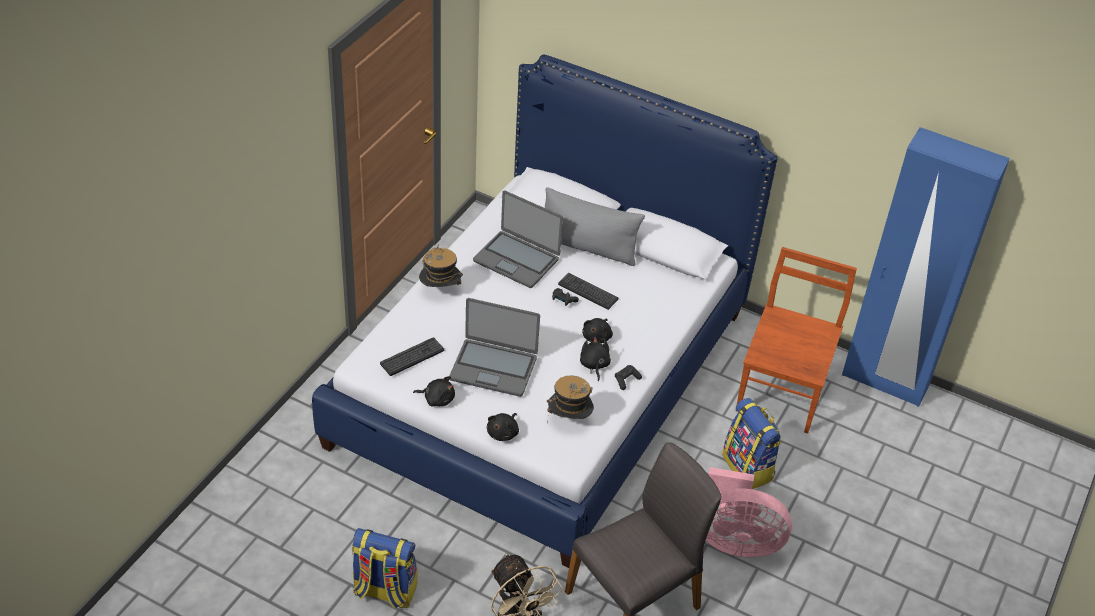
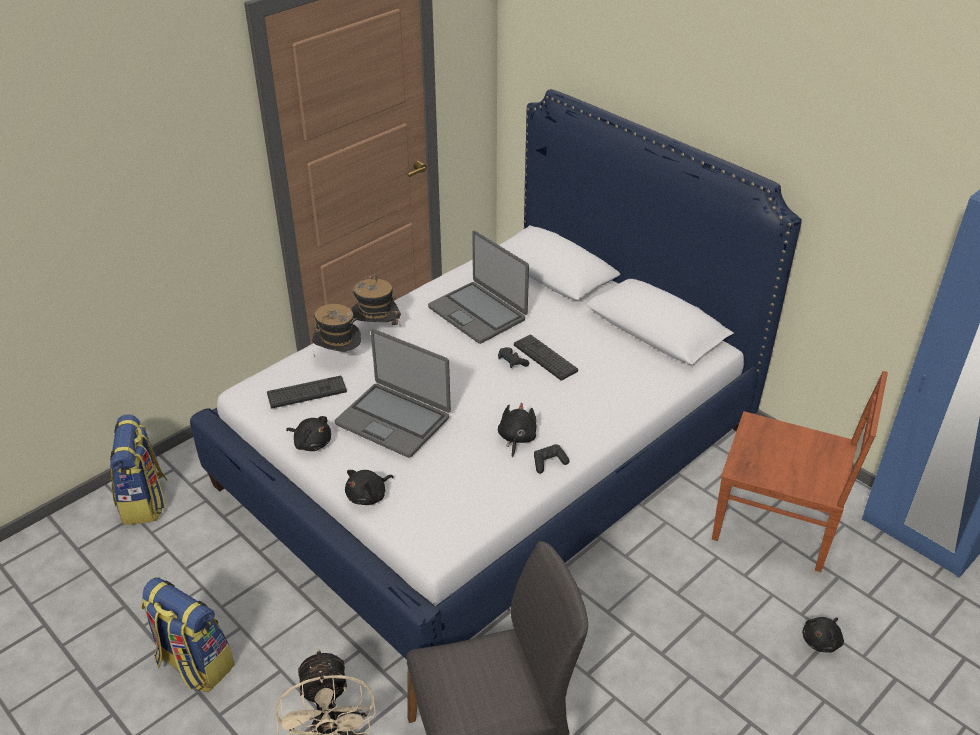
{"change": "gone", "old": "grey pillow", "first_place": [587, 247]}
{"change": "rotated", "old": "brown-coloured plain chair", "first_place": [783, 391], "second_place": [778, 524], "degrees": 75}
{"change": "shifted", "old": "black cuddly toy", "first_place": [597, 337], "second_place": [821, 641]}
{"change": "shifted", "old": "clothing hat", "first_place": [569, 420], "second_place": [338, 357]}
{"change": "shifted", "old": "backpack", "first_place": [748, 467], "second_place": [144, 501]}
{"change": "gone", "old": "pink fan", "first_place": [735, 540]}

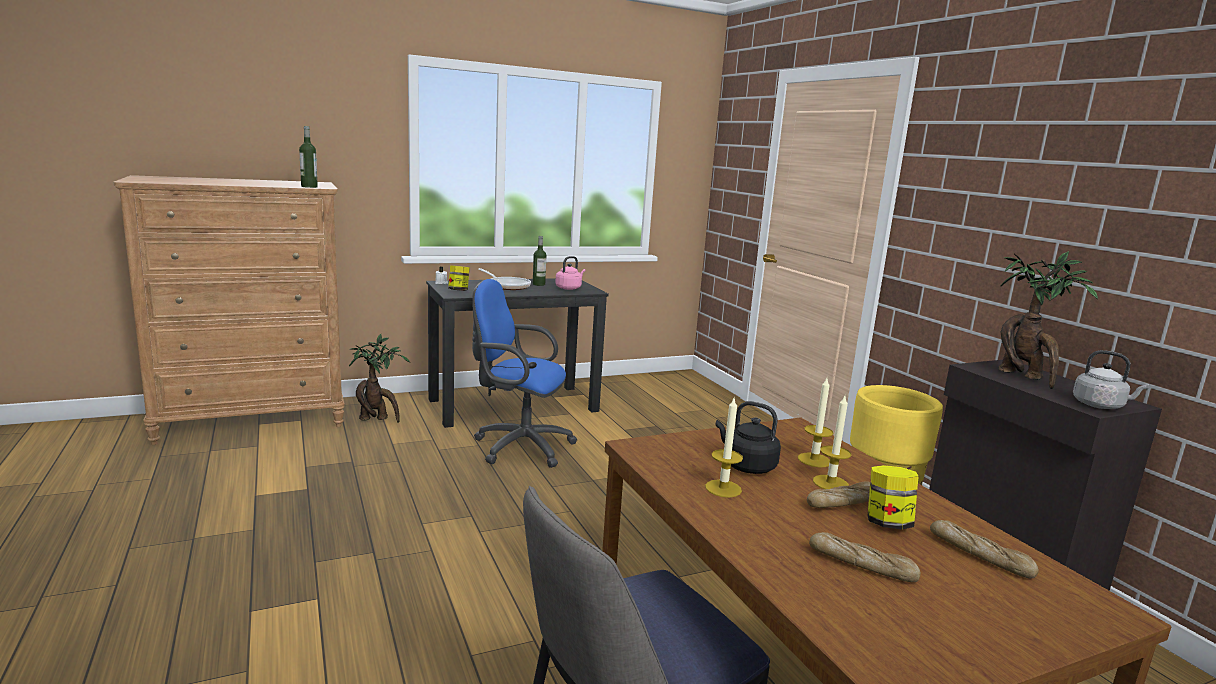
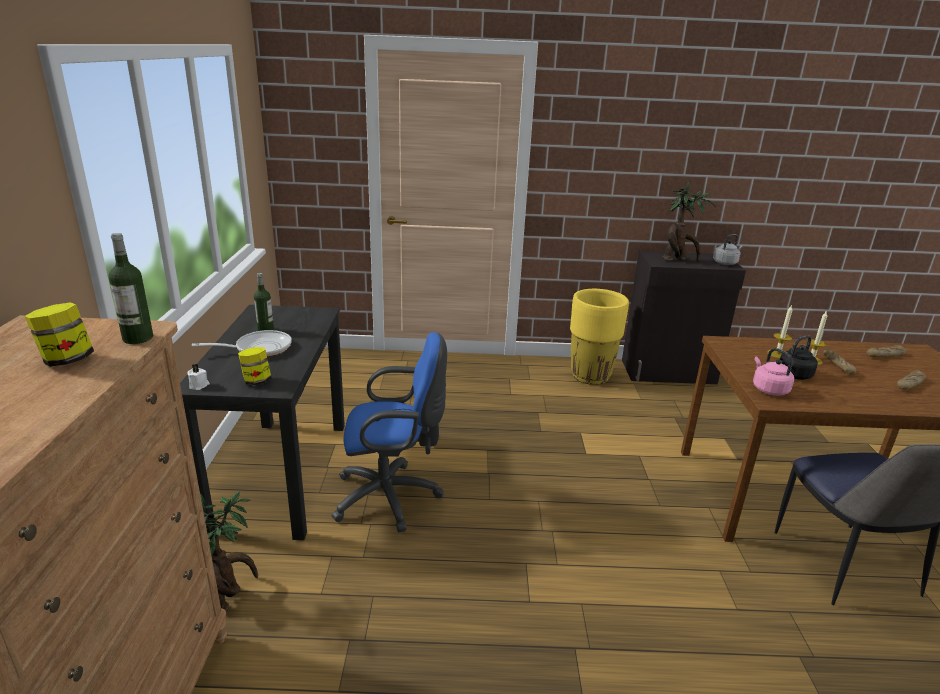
{"change": "shifted", "old": "pink kettle", "first_place": [569, 288], "second_place": [768, 389]}
{"change": "rotated", "old": "bluish computer chair", "first_place": [518, 446], "second_place": [392, 497], "degrees": -135}
{"change": "gone", "old": "candle", "first_place": [723, 488]}
{"change": "shifted", "old": "storage jar", "first_place": [887, 523], "second_place": [67, 360]}

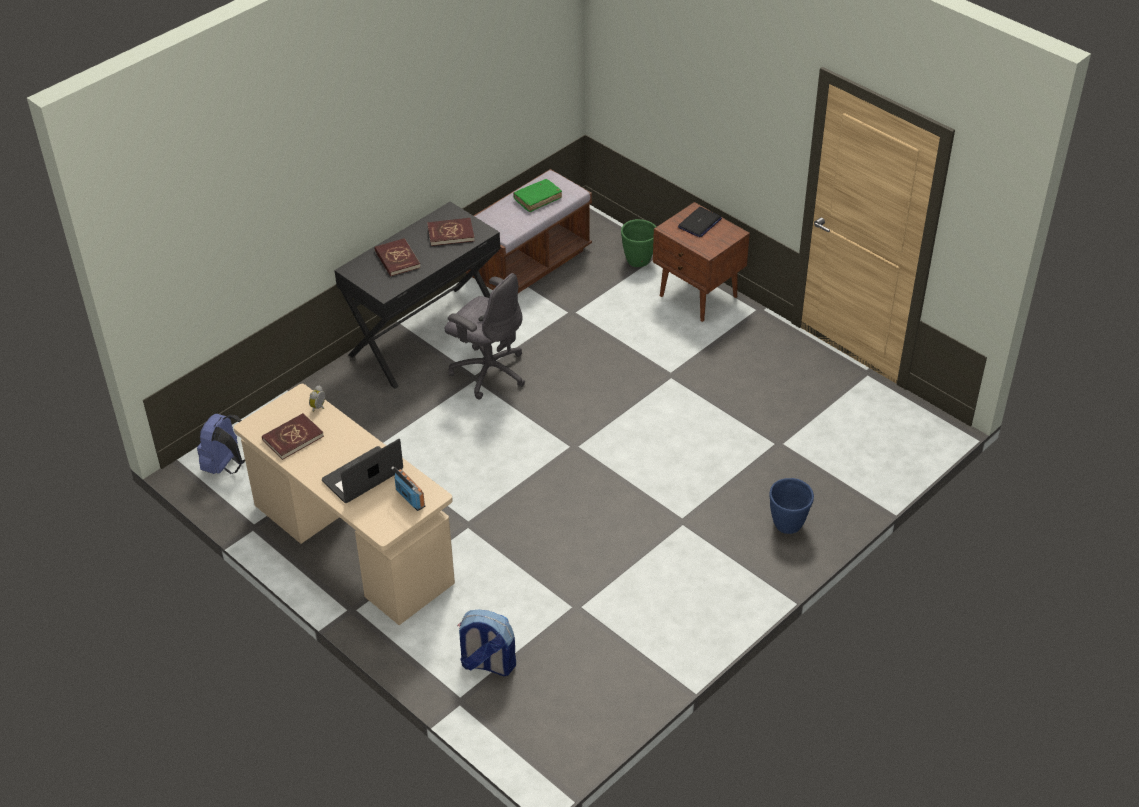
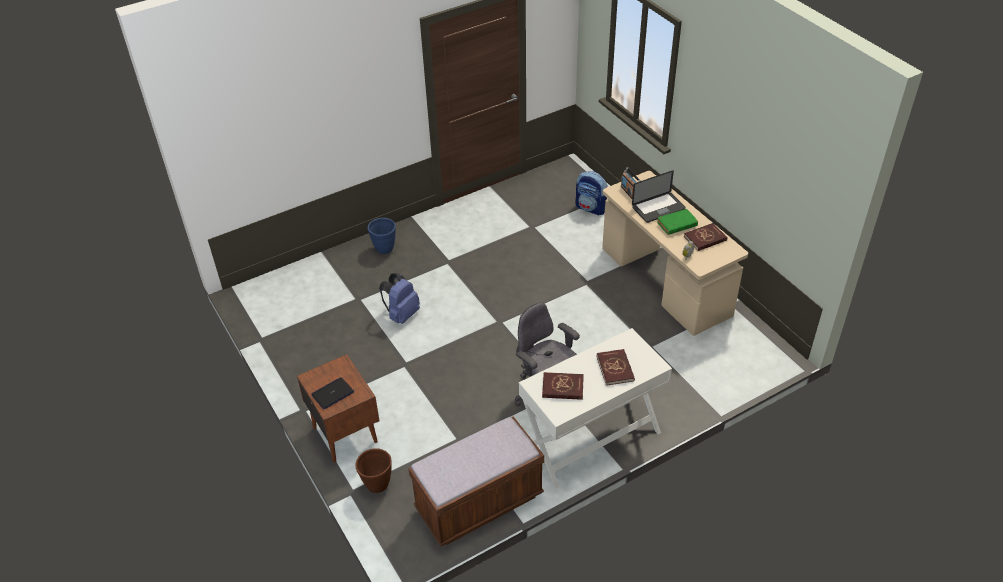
{"change": "shifted", "old": "greenish book", "first_place": [537, 199], "second_place": [677, 225]}
{"change": "repainted", "old": "black desk unit", "new": "white desk unit", "first_place": [425, 336], "second_place": [591, 439]}
{"change": "repainted", "old": "greenish plant pot", "new": "brown-coloured plant pot", "first_place": [638, 261], "second_place": [377, 485]}
{"change": "shifted", "old": "bluish backpack", "first_place": [226, 466], "second_place": [401, 314]}

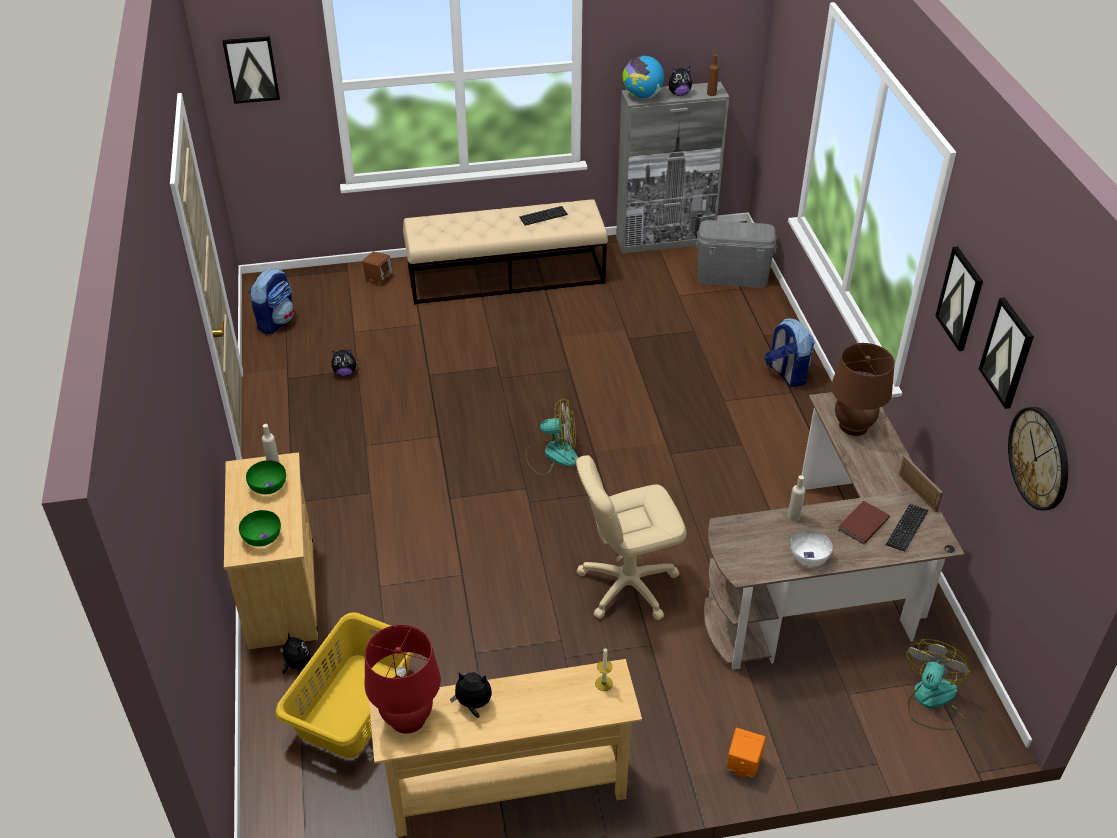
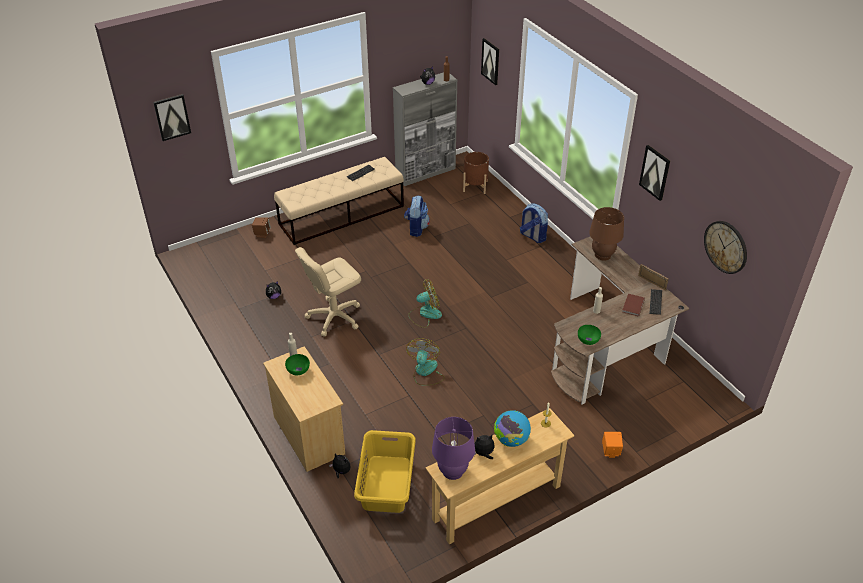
{"change": "shifted", "old": "globe", "first_place": [642, 96], "second_place": [511, 440]}
{"change": "swapped", "old": "grey storage box", "new": "brown-coloured plant pot", "first_place": [732, 276], "second_place": [475, 186]}
{"change": "shifted", "old": "backpack", "first_place": [276, 321], "second_place": [416, 228]}
{"change": "shifted", "old": "picture", "first_place": [1007, 353], "second_place": [490, 61]}
{"change": "shifted", "old": "beige-coloured computer chair", "first_place": [627, 585], "second_place": [334, 317]}
{"change": "shifted", "old": "greenish bowl", "first_place": [261, 537], "second_place": [588, 340]}
{"change": "gone", "old": "white bowl", "first_place": [808, 557]}
{"change": "repainted", "old": "red-coloured lamp for a table", "new": "purple-coloured lamp for a table", "first_place": [407, 718], "second_place": [452, 471]}
{"change": "shifted", "old": "fan", "first_place": [931, 701], "second_place": [425, 372]}

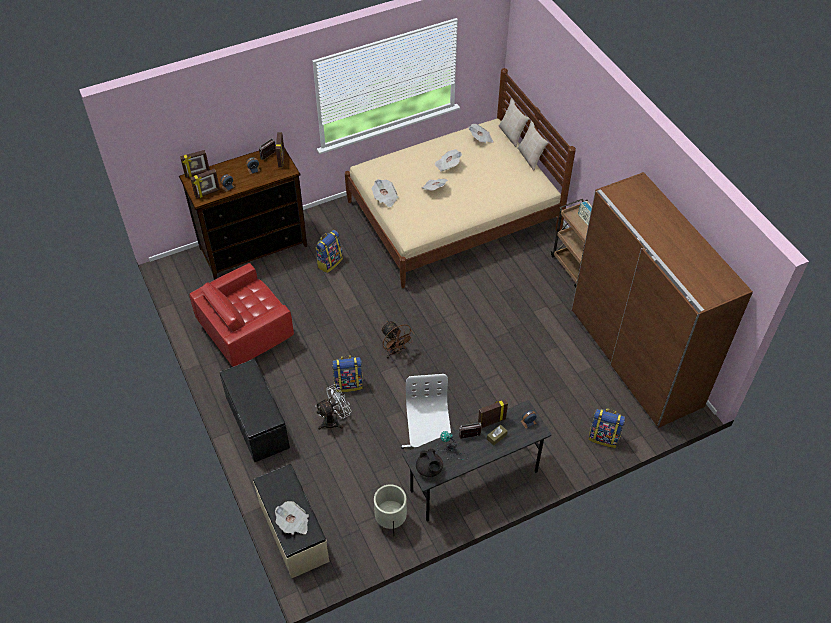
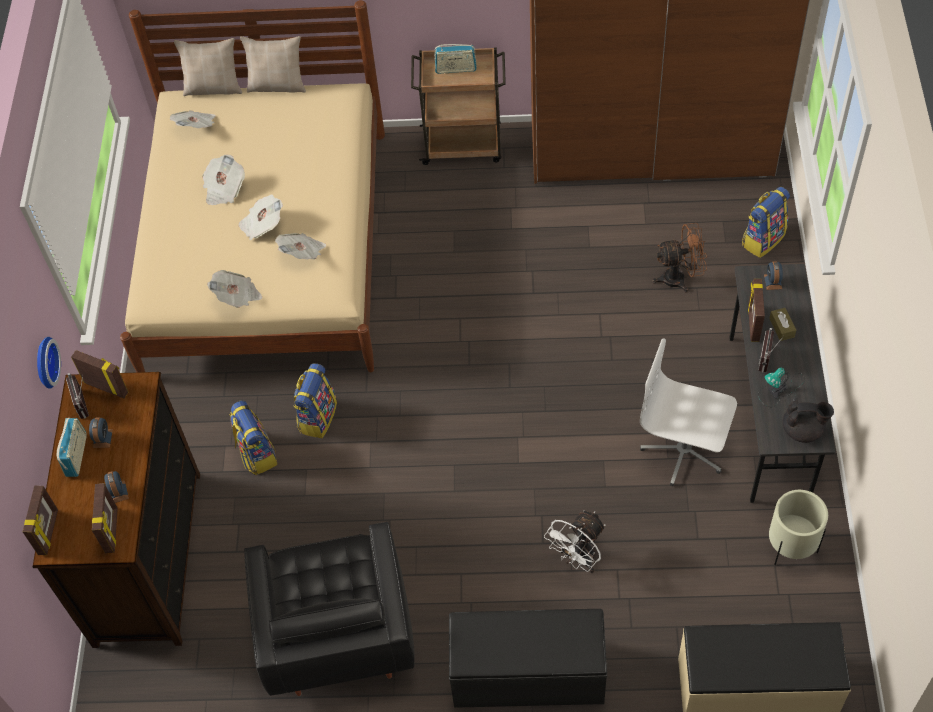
{"change": "repainted", "old": "red-coloured easy chair", "new": "black easy chair", "first_place": [247, 333], "second_place": [335, 630]}
{"change": "shifted", "old": "brown-coloured fan", "first_place": [395, 351], "second_place": [679, 278]}
{"change": "shifted", "old": "backpack", "first_place": [348, 384], "second_place": [317, 417]}
{"change": "rotated", "old": "white fan", "first_place": [334, 420], "second_place": [578, 559], "degrees": -135}
{"change": "shifted", "old": "newspaper", "first_place": [293, 523], "second_place": [303, 253]}
{"change": "new", "new": "wall clock", "second_place": [44, 362]}
{"change": "new", "new": "radio receiver", "second_place": [76, 455]}

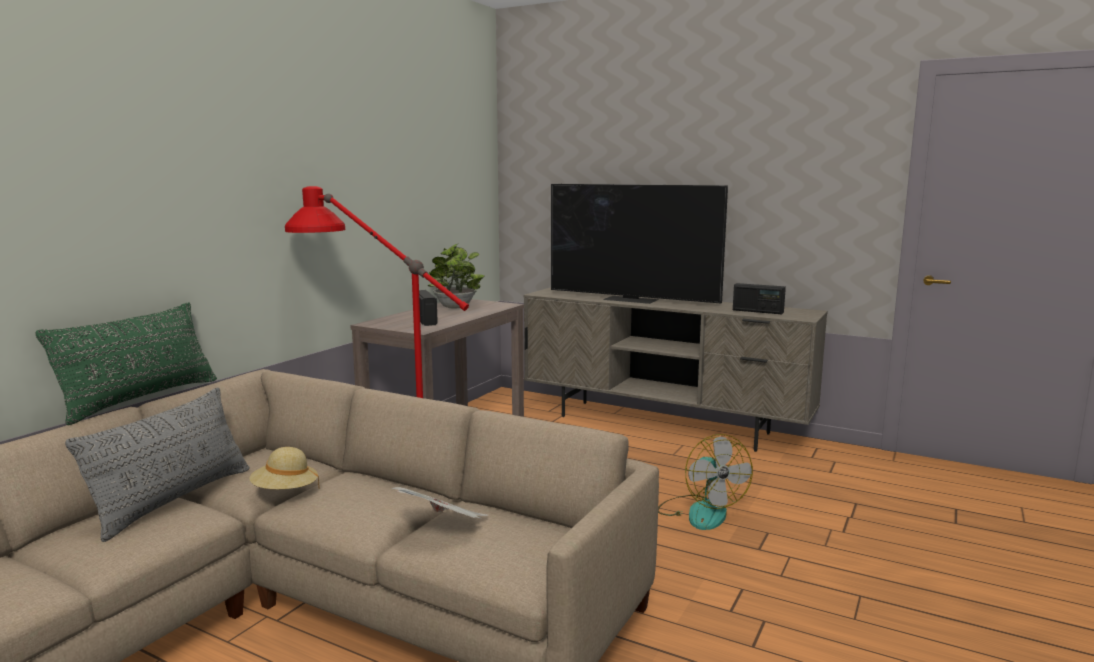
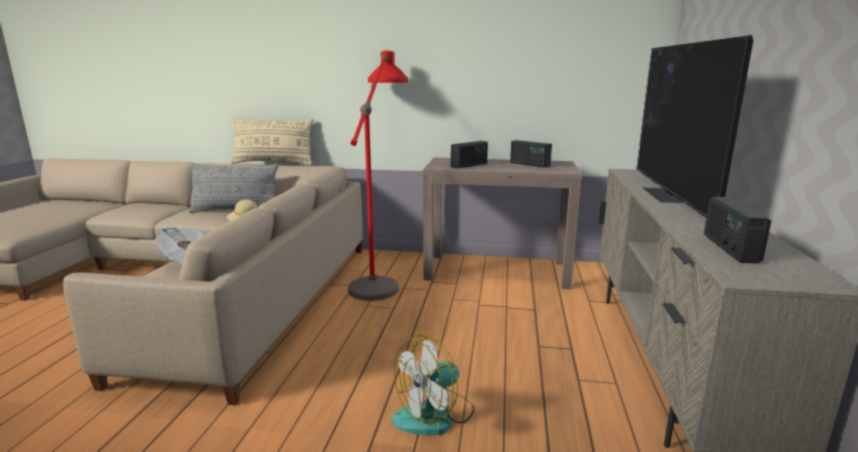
{"change": "swapped", "old": "plant in a pot", "new": "radio receiver", "first_place": [455, 307], "second_place": [529, 164]}
{"change": "repainted", "old": "greenish pillow", "new": "beige-coloured pillow", "first_place": [141, 399], "second_place": [273, 163]}

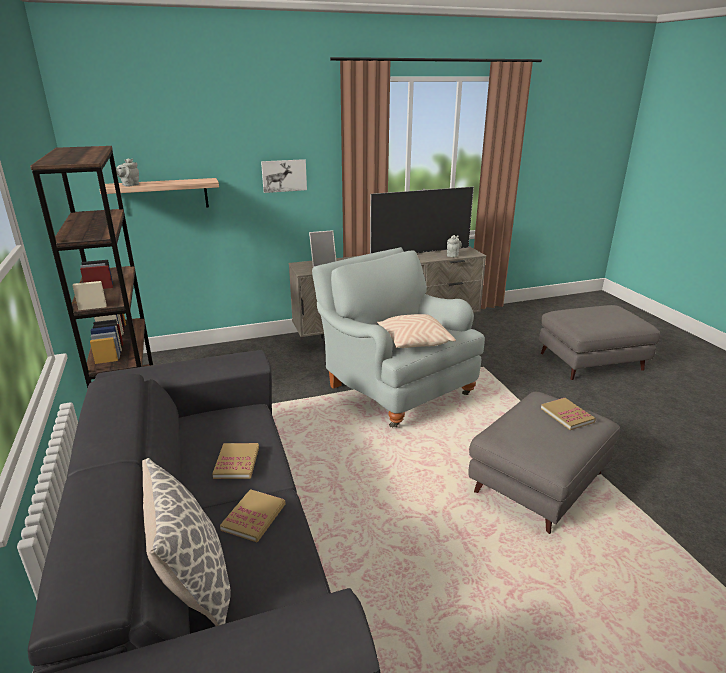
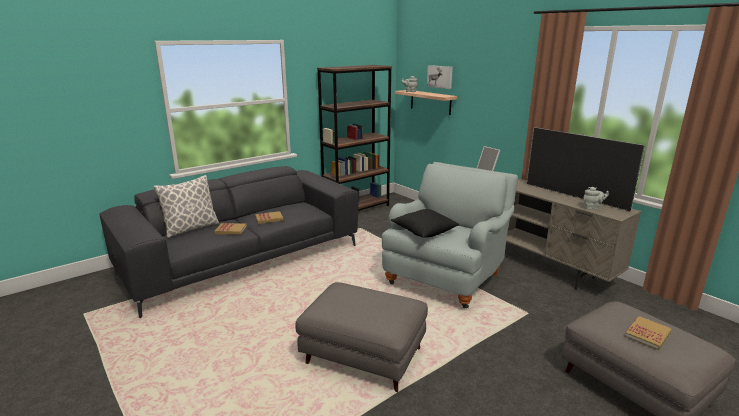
{"change": "shifted", "old": "picture", "first_place": [284, 175], "second_place": [440, 76]}
{"change": "repainted", "old": "beige-coloured pillow", "new": "black pillow", "first_place": [414, 341], "second_place": [424, 231]}
{"change": "shifted", "old": "book", "first_place": [567, 415], "second_place": [647, 334]}

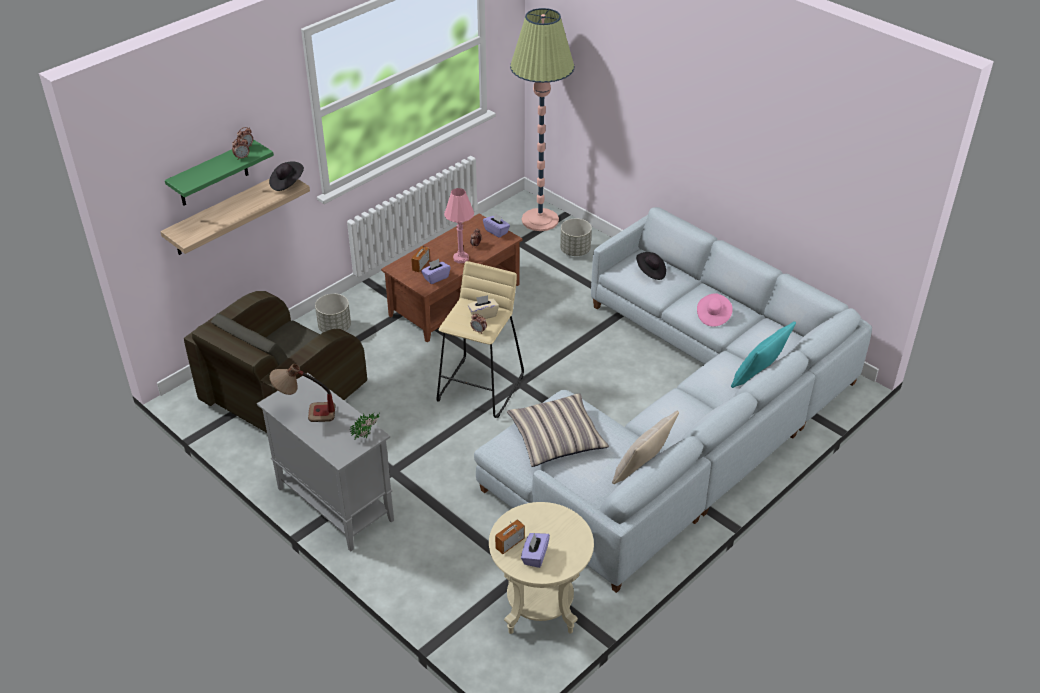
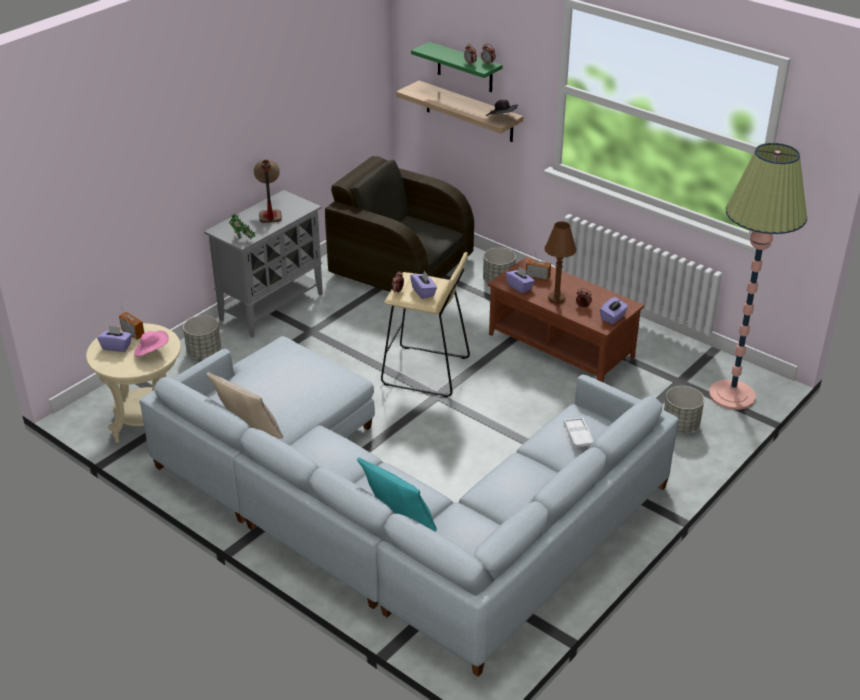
{"change": "repainted", "old": "pink lamp for a table", "new": "brown-coloured lamp for a table", "first_place": [461, 258], "second_place": [556, 299]}
{"change": "swapped", "old": "black clothing hat", "new": "white serving tray", "first_place": [650, 272], "second_place": [578, 435]}
{"change": "shifted", "old": "pink clothing hat", "first_place": [713, 316], "second_place": [152, 352]}
{"change": "repainted", "old": "beige-coloured box of tissues", "new": "purple-coloured box of tissues", "first_place": [483, 315], "second_place": [423, 292]}
{"change": "gone", "old": "pillow", "first_place": [556, 438]}
{"change": "new", "new": "grey plant pot", "second_place": [204, 351]}

